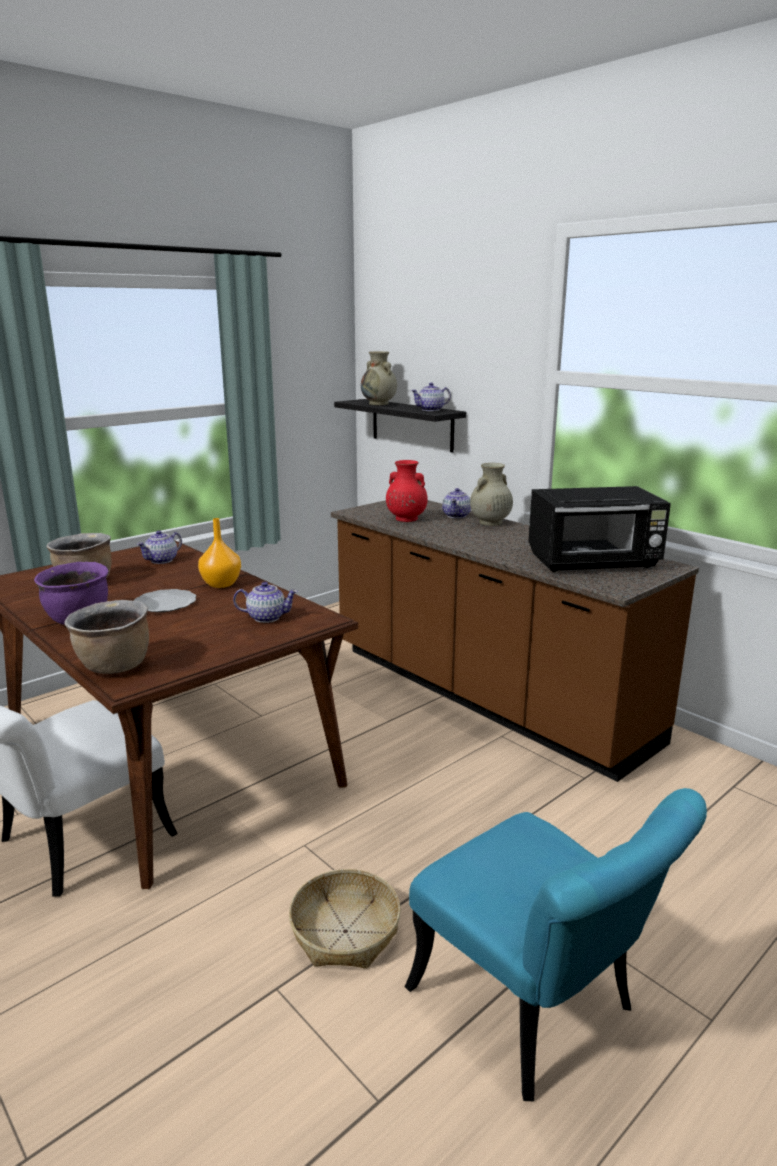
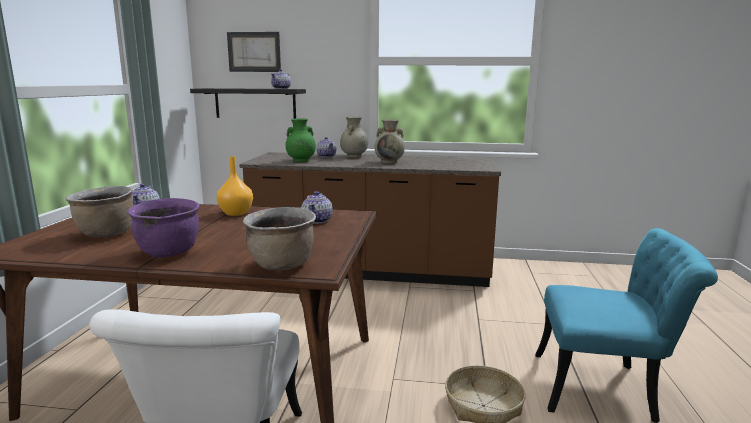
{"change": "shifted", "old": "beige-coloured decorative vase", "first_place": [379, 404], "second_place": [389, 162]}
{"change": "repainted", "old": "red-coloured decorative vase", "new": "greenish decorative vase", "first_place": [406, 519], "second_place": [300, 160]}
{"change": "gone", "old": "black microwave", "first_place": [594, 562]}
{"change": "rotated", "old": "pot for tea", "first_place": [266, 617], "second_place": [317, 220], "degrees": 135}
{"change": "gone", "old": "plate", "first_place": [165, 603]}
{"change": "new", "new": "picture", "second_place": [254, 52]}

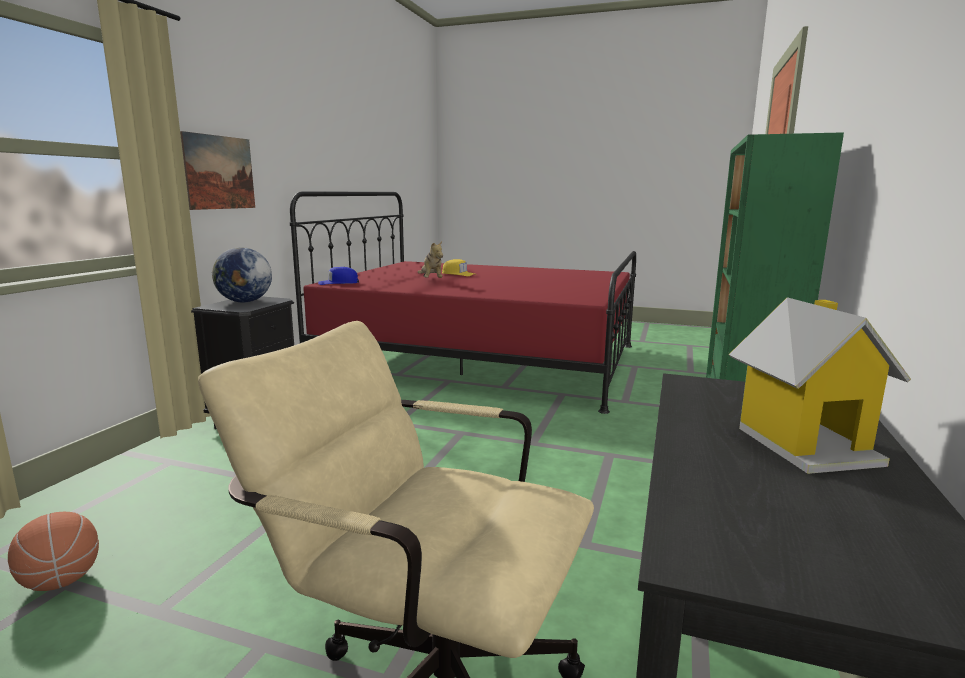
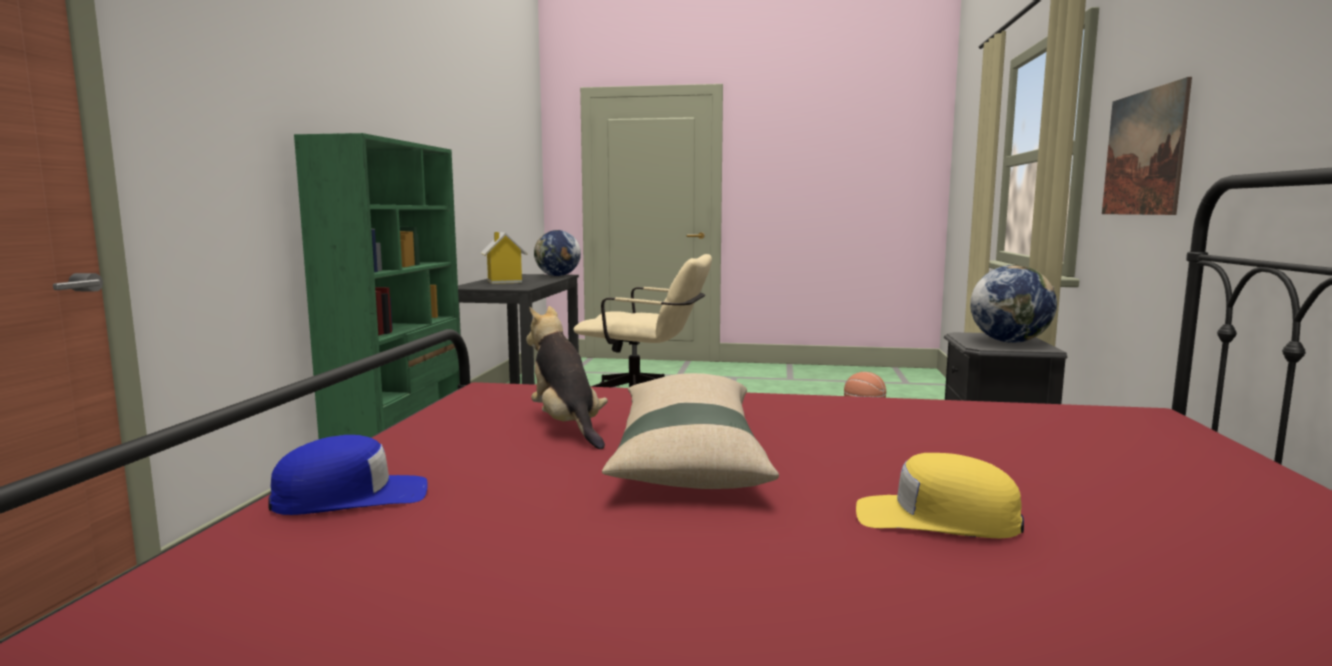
{"change": "shifted", "old": "cuddly toy", "first_place": [431, 280], "second_place": [567, 426]}
{"change": "shifted", "old": "bluish baseball cap", "first_place": [338, 283], "second_place": [352, 497]}
{"change": "new", "new": "globe", "second_place": [557, 276]}
{"change": "new", "new": "beige-coloured pillow", "second_place": [687, 454]}

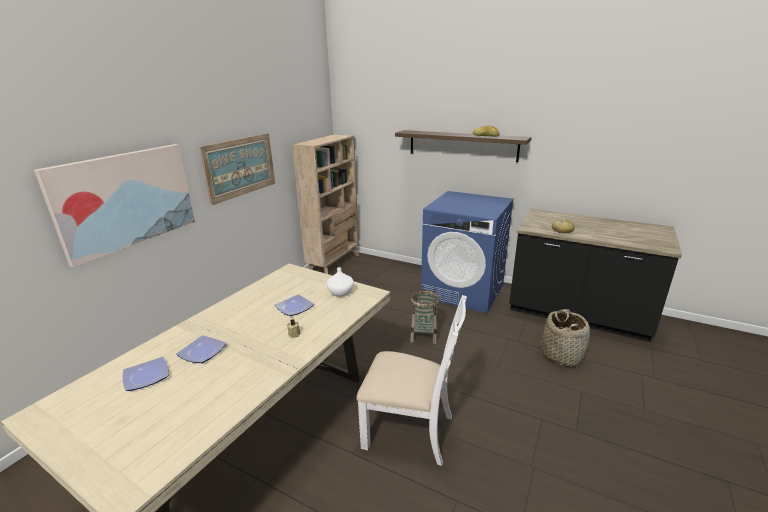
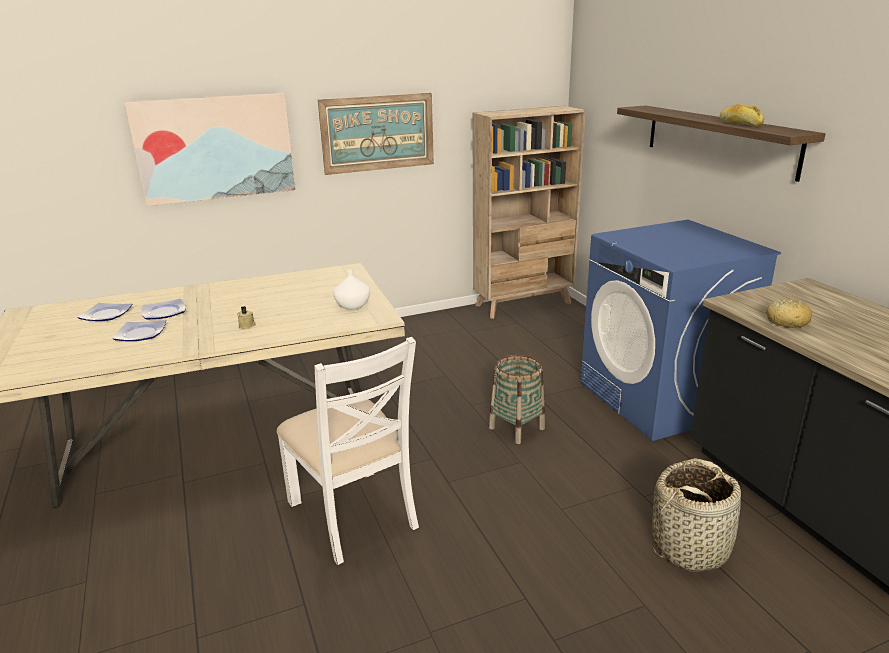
{"change": "shifted", "old": "plate", "first_place": [295, 307], "second_place": [141, 334]}

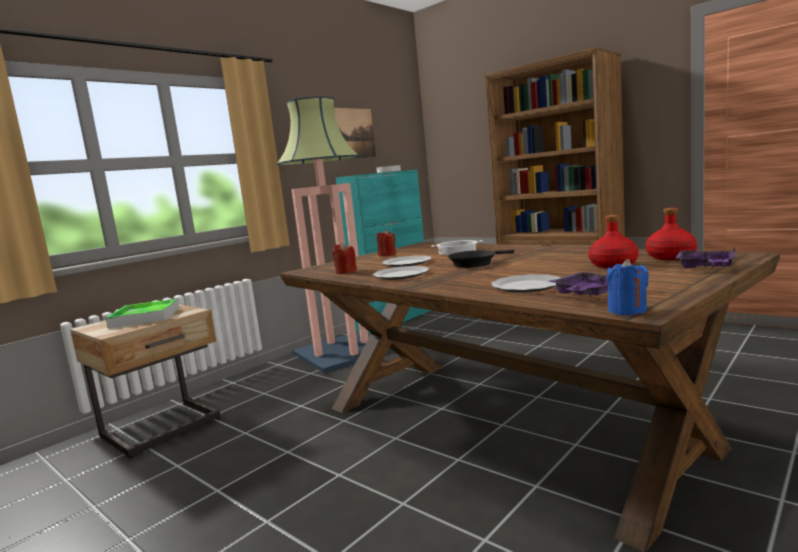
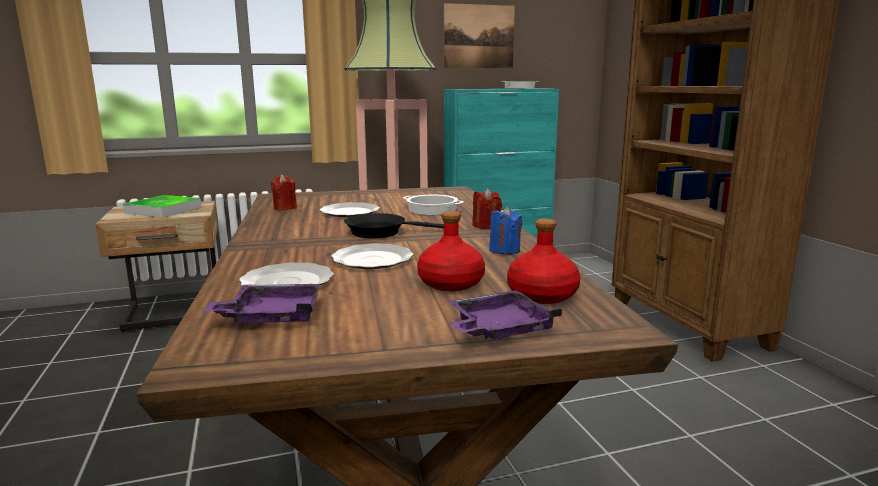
{"change": "shifted", "old": "red-coloured candle", "first_place": [387, 255], "second_place": [486, 226]}
{"change": "shifted", "old": "bluish candle", "first_place": [627, 311], "second_place": [504, 250]}
{"change": "shifted", "old": "plate", "first_place": [402, 275], "second_place": [373, 260]}

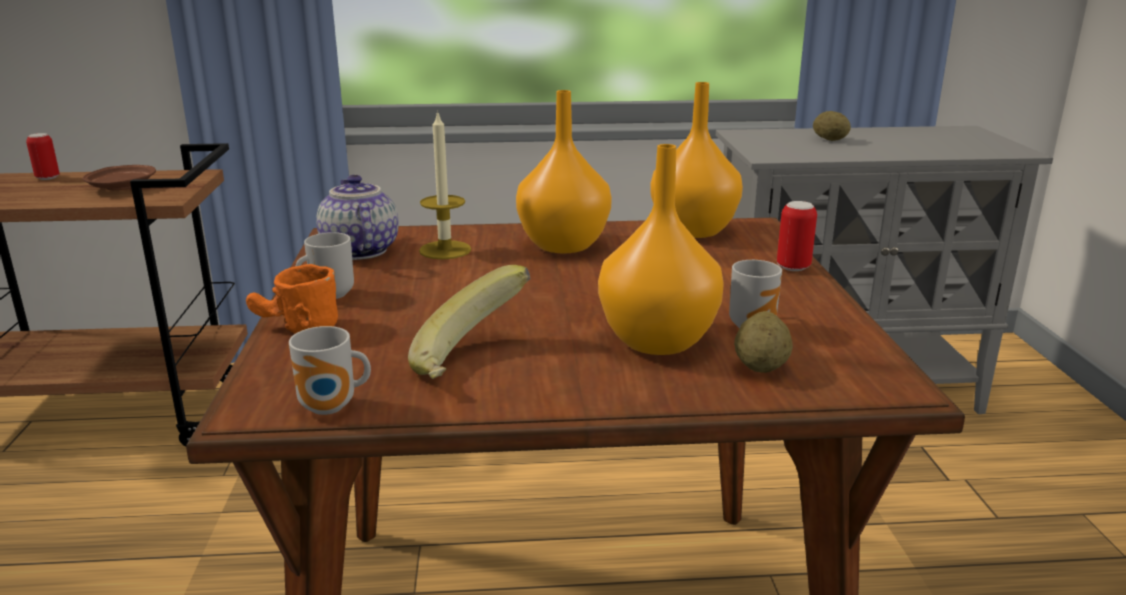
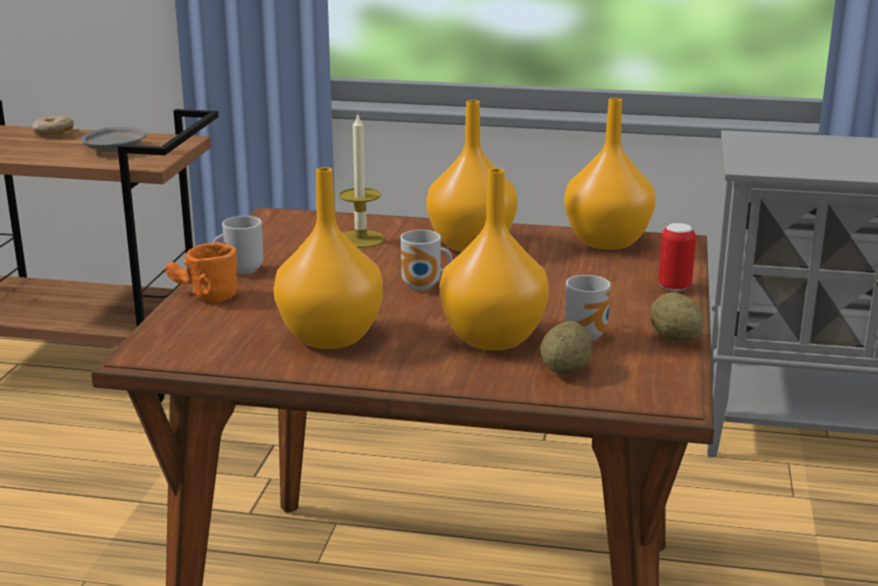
{"change": "shifted", "old": "potato", "first_place": [829, 140], "second_place": [675, 338]}
{"change": "swapped", "old": "sealed can", "new": "ring doughnut", "first_place": [47, 177], "second_place": [53, 133]}
{"change": "repainted", "old": "brown-coloured plate", "new": "grey plate", "first_place": [122, 187], "second_place": [115, 149]}
{"change": "gone", "old": "pot for tea", "first_place": [358, 251]}
{"change": "swapped", "old": "banana", "new": "orangey decorative vase", "first_place": [473, 362], "second_place": [328, 338]}
{"change": "shifted", "old": "mug", "first_place": [332, 408], "second_place": [423, 287]}

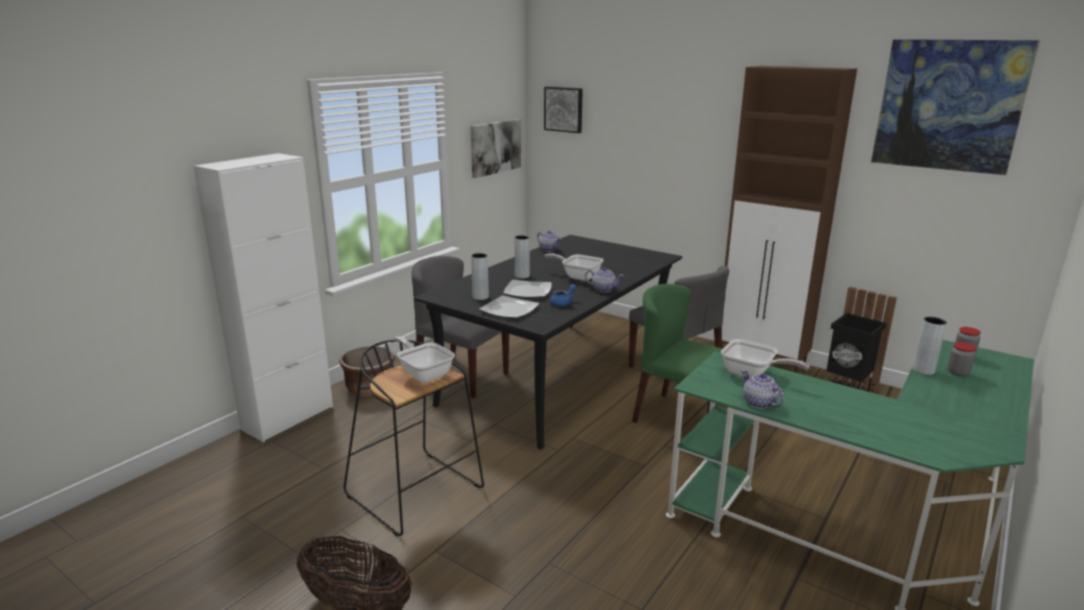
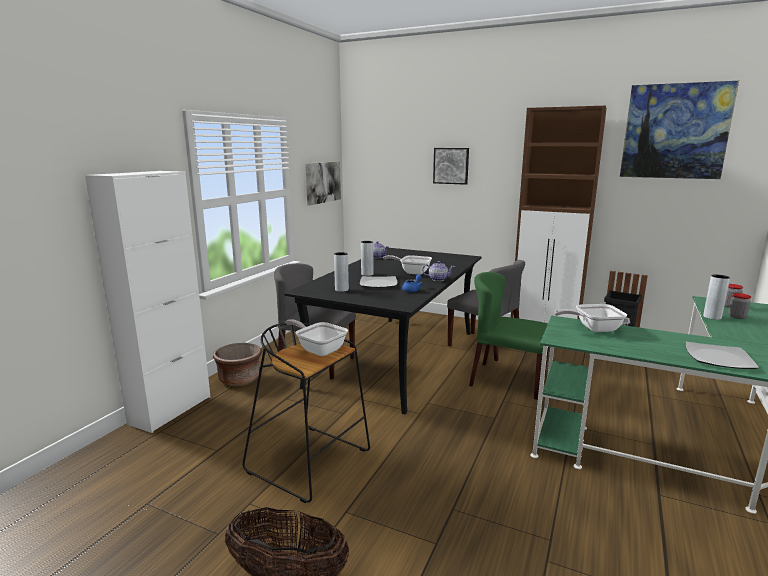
{"change": "shifted", "old": "picture", "first_place": [564, 109], "second_place": [451, 165]}
{"change": "shifted", "old": "plate", "first_place": [508, 310], "second_place": [718, 358]}
{"change": "rotated", "old": "pan", "first_place": [752, 374], "second_place": [593, 329], "degrees": 150}
{"change": "gone", "old": "pot for tea", "first_place": [759, 403]}

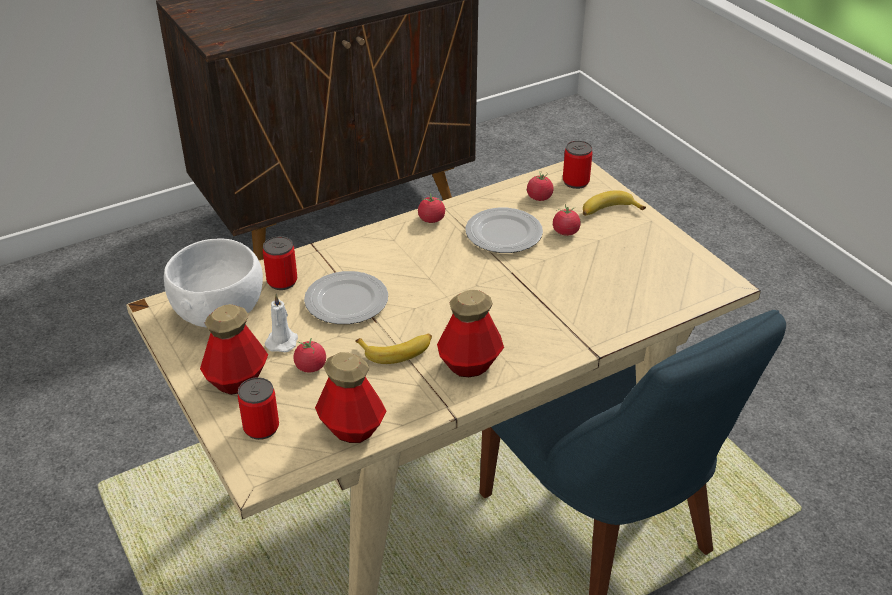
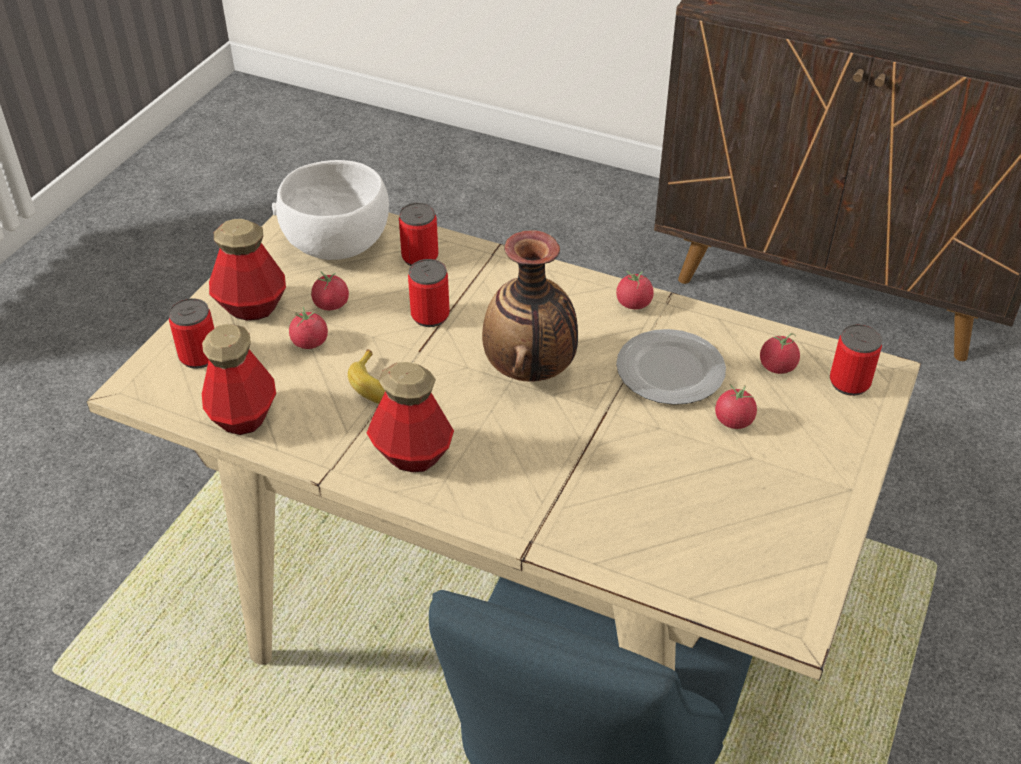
{"change": "gone", "old": "banana", "first_place": [608, 211]}
{"change": "swapped", "old": "plate", "new": "sealed can", "first_place": [347, 302], "second_place": [430, 315]}
{"change": "swapped", "old": "white candle", "new": "whole tomato", "first_place": [282, 341], "second_place": [331, 305]}
{"change": "new", "new": "decorative vase", "second_place": [530, 370]}

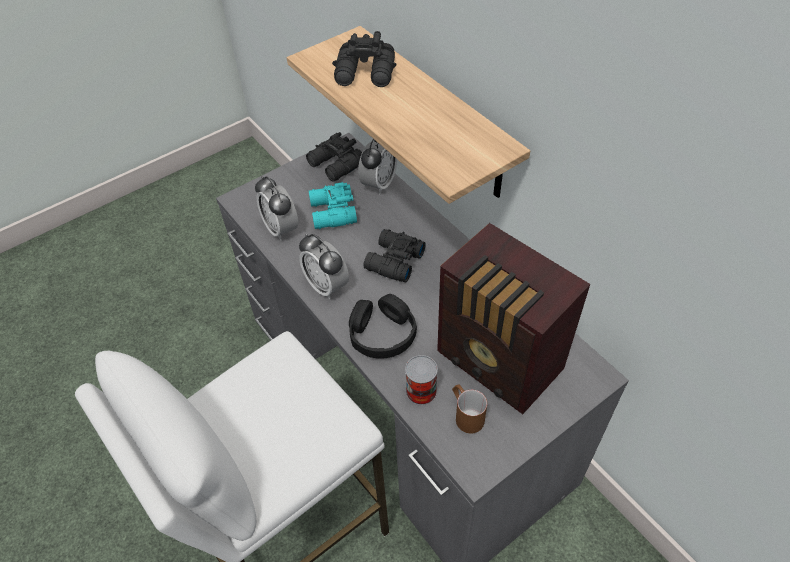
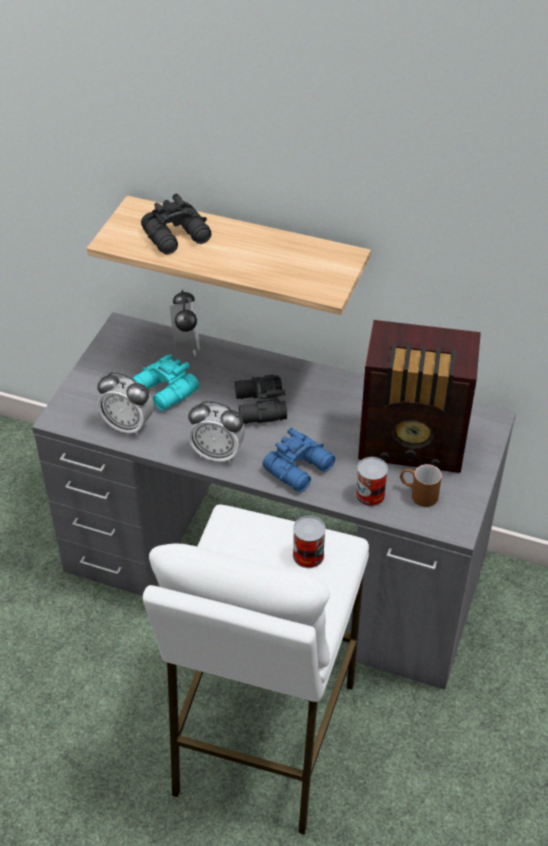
{"change": "gone", "old": "black binoculars", "first_place": [335, 165]}
{"change": "swapped", "old": "black pair of headphones", "new": "bluish binoculars", "first_place": [382, 333], "second_place": [300, 468]}
{"change": "new", "new": "sealed can", "second_place": [308, 555]}

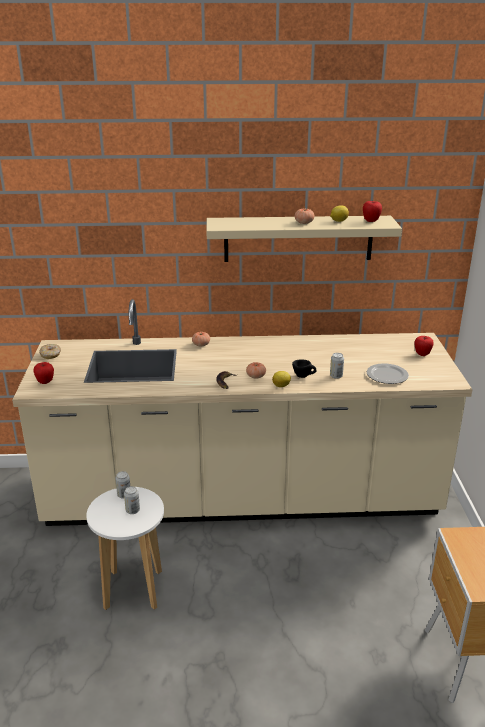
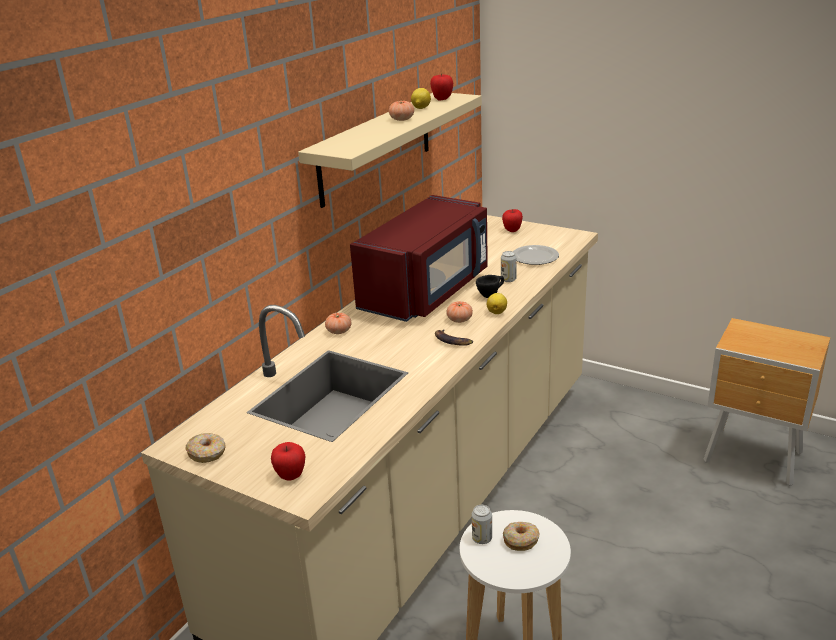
{"change": "swapped", "old": "sealed can", "new": "ring doughnut", "first_place": [132, 510], "second_place": [521, 540]}
{"change": "new", "new": "red-coloured microwave", "second_place": [427, 291]}

